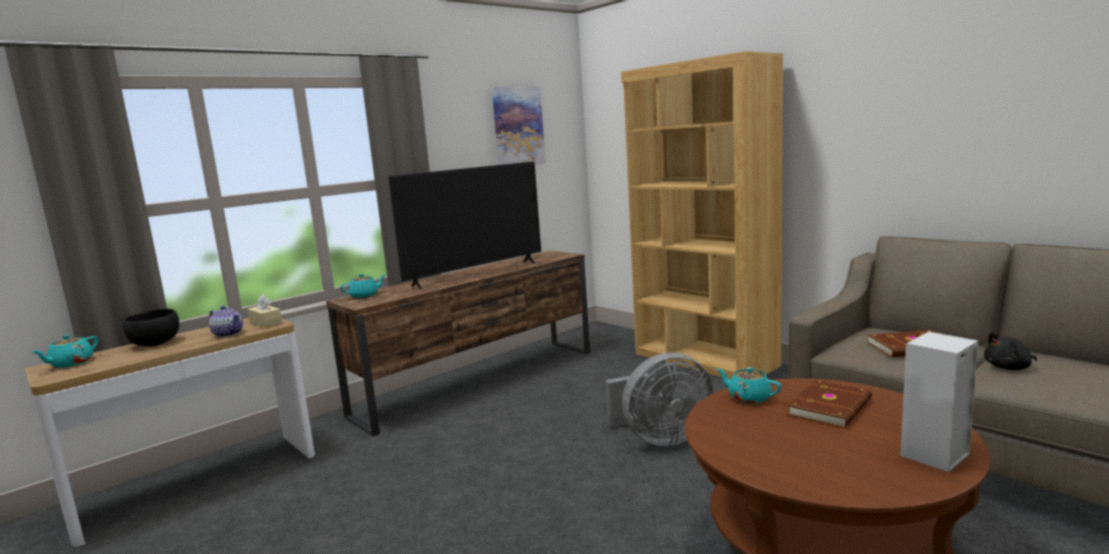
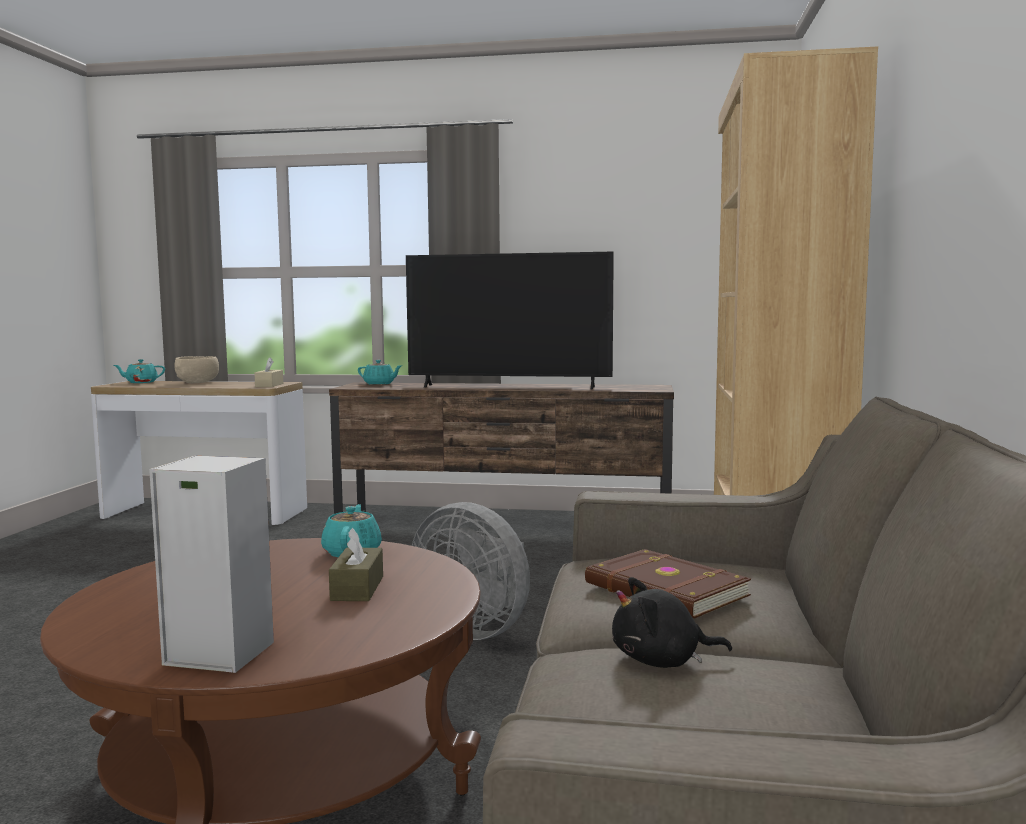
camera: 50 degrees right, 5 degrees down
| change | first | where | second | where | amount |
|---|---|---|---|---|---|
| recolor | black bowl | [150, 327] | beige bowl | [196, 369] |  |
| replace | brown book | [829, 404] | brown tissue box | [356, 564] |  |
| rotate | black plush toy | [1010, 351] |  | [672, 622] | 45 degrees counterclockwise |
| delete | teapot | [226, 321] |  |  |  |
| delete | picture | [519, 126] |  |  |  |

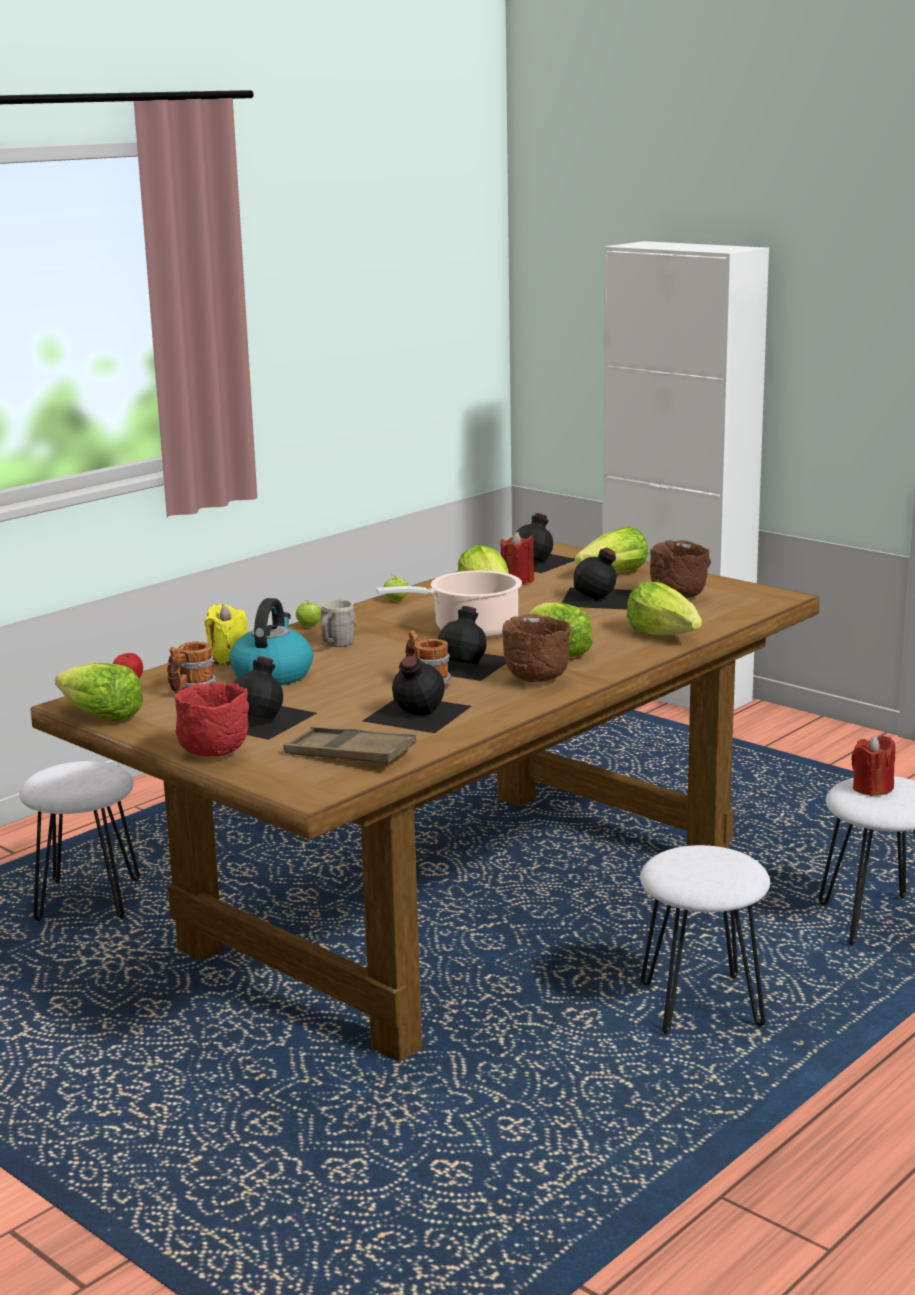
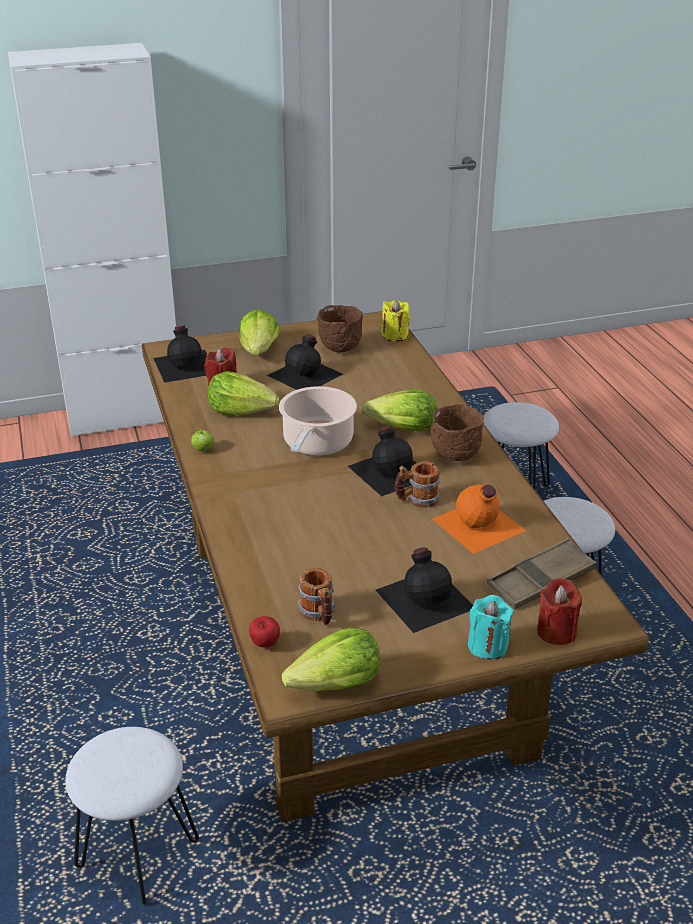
camera: 60 degrees left, 15 degrees up
| change | first | where | second | where | amount |
|---|---|---|---|---|---|
| move | yellow candle | [226, 634] |  | [396, 321] |  |
| recolor | black bottle | [417, 694] | orange bottle | [479, 518] |  |
| replace | red bowl | [211, 719] | turquoise candle | [490, 627] |  |
| move | red candle | [873, 765] |  | [559, 611] |  |
| delete | kettle | [271, 641] |  |  |  |
| delete | apple | [308, 613] |  |  |  |
| delete | grey mug | [338, 623] |  |  |  |
| delete | lettuce | [664, 609] |  |  |  |

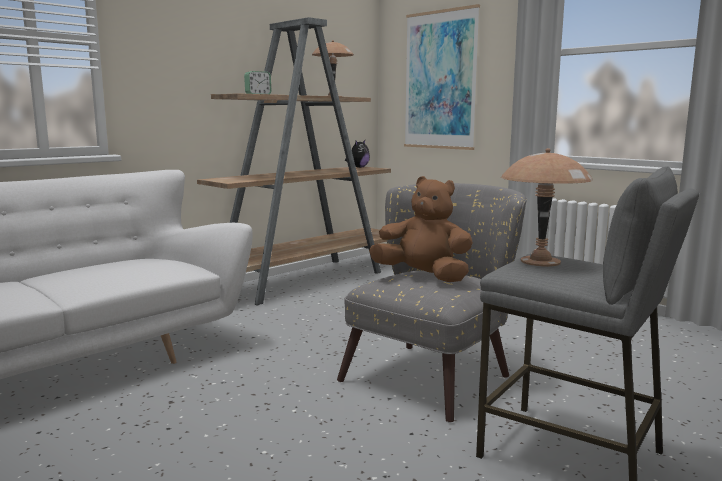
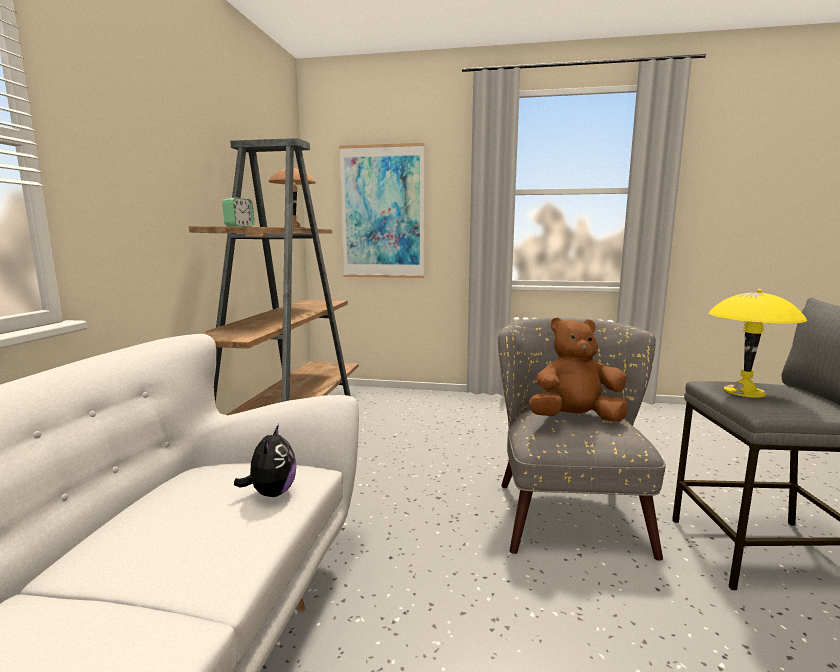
camera: 35 degrees left, 0 degrees up
| change | first | where | second | where | amount |
|---|---|---|---|---|---|
| move | plush toy | [357, 154] |  | [265, 460] |  |
| recolor | brown table lamp | [547, 207] | yellow table lamp | [758, 343] |  |

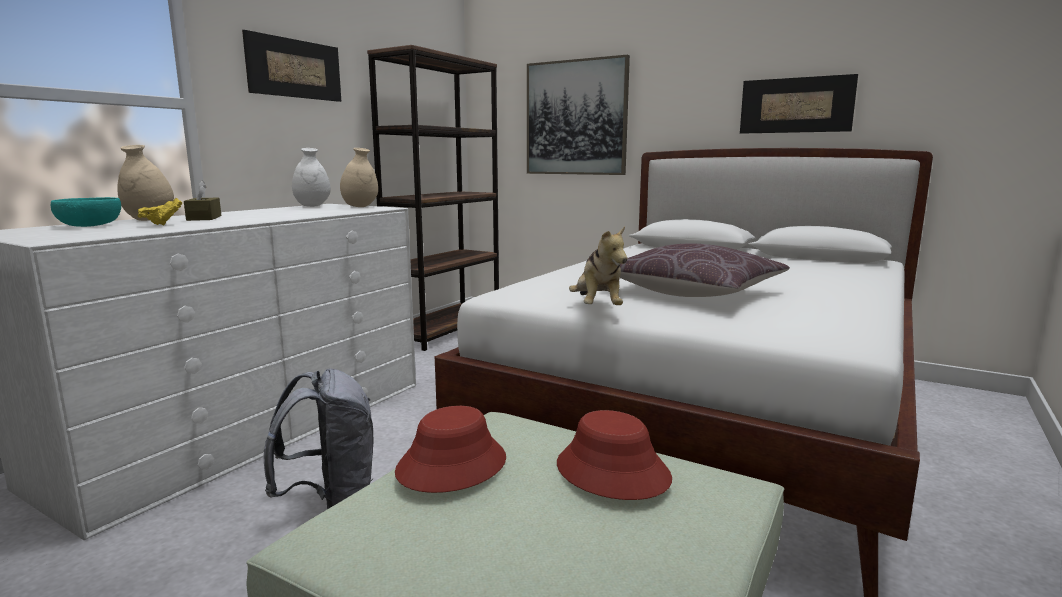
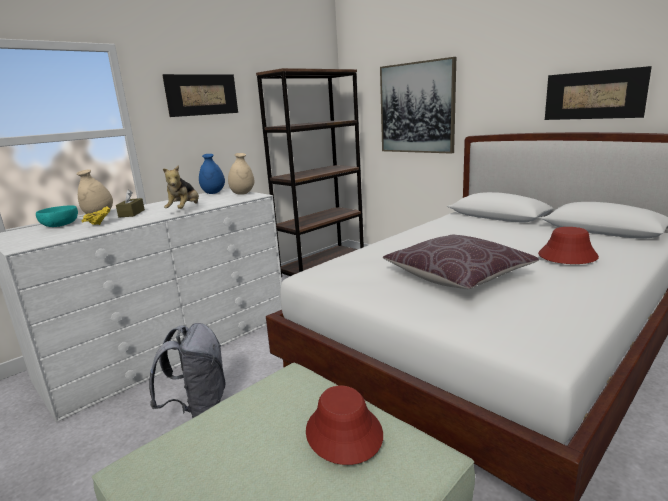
camera: 15 degrees right, 5 degrees up
| change | first | where | second | where | amount |
|---|---|---|---|---|---|
| move | plush toy | [598, 265] |  | [181, 187] |  |
| recolor | white vase | [311, 177] | blue vase | [212, 174] |  |
| move | red hat | [450, 449] |  | [568, 245] |  |

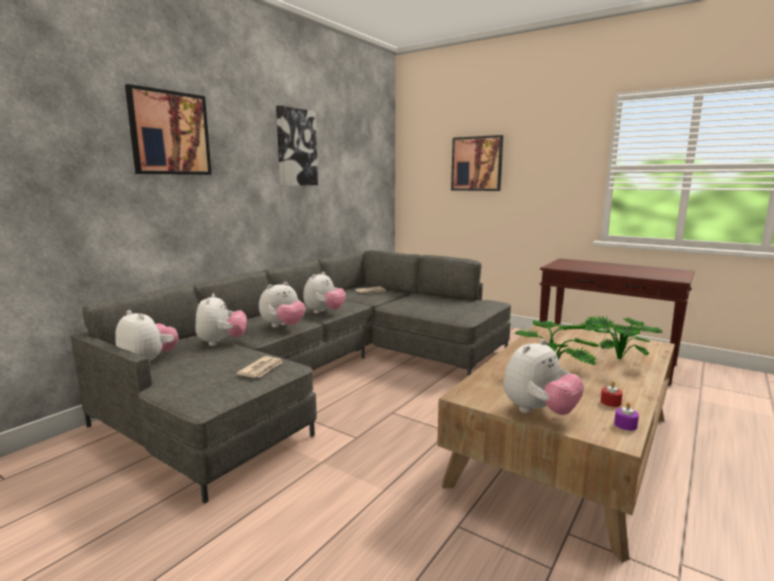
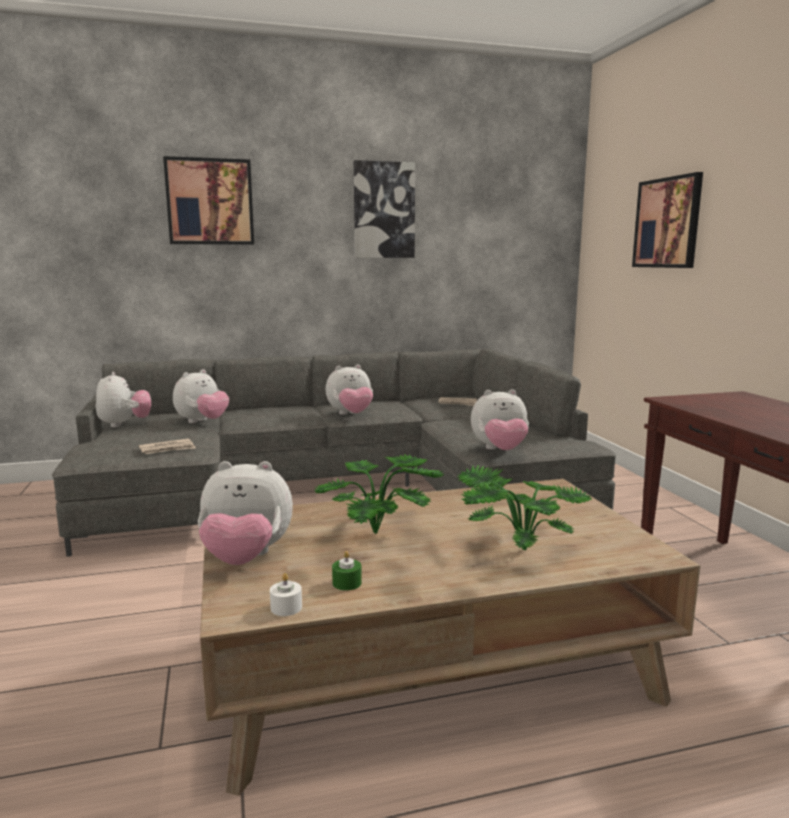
camera: 40 degrees right, 0 degrees up
| change | first | where | second | where | amount |
|---|---|---|---|---|---|
| recolor | purple candle | [626, 416] | white candle | [286, 594] |  |
| recolor | red candle | [612, 394] | green candle | [347, 571] |  |
| move | plush toy | [282, 304] |  | [500, 419] |  |

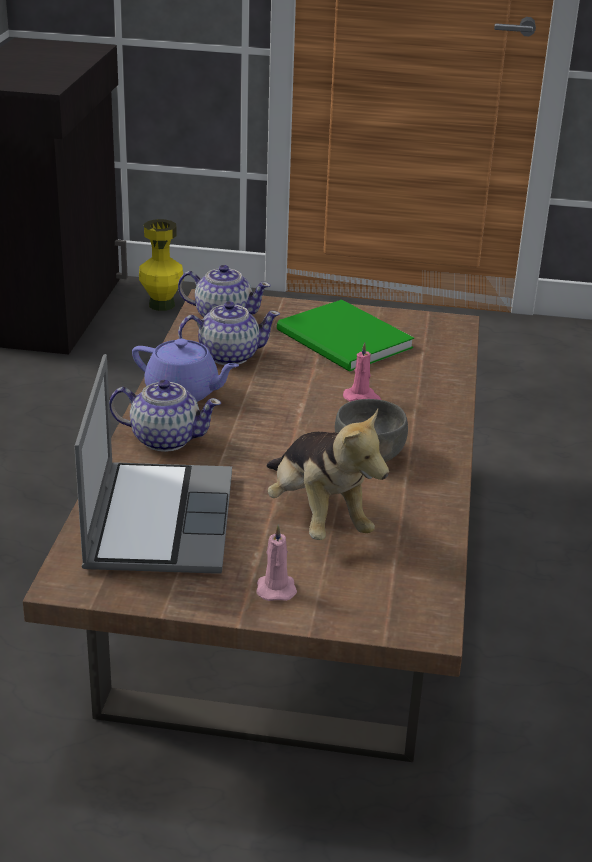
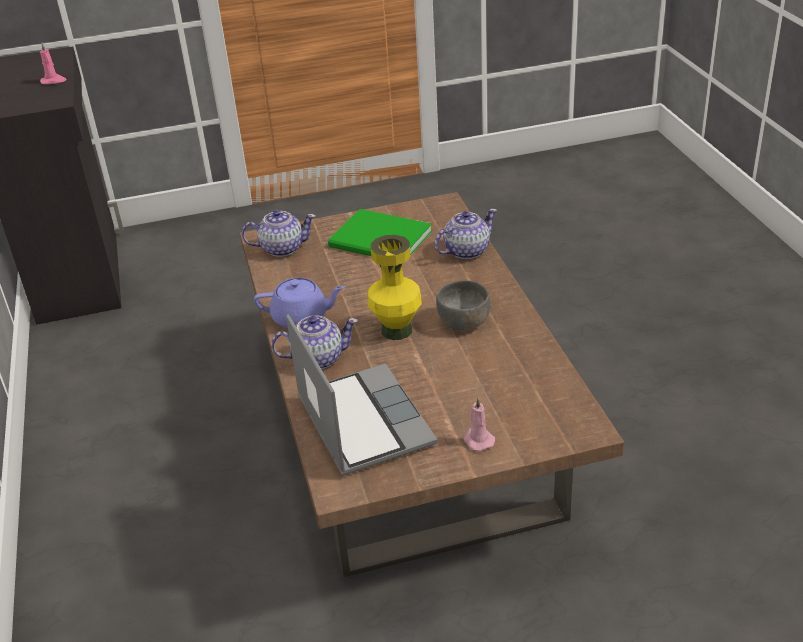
camera: 20 degrees left, 5 degrees up
| change | first | where | second | where | amount |
|---|---|---|---|---|---|
| move | pink candle | [362, 372] |  | [53, 64] |  |
| move | yellow vase | [161, 265] |  | [395, 287] |  |
| move | teapot | [229, 333] |  | [465, 233] |  |
| delete | plush toy | [328, 474] |  |  |  |

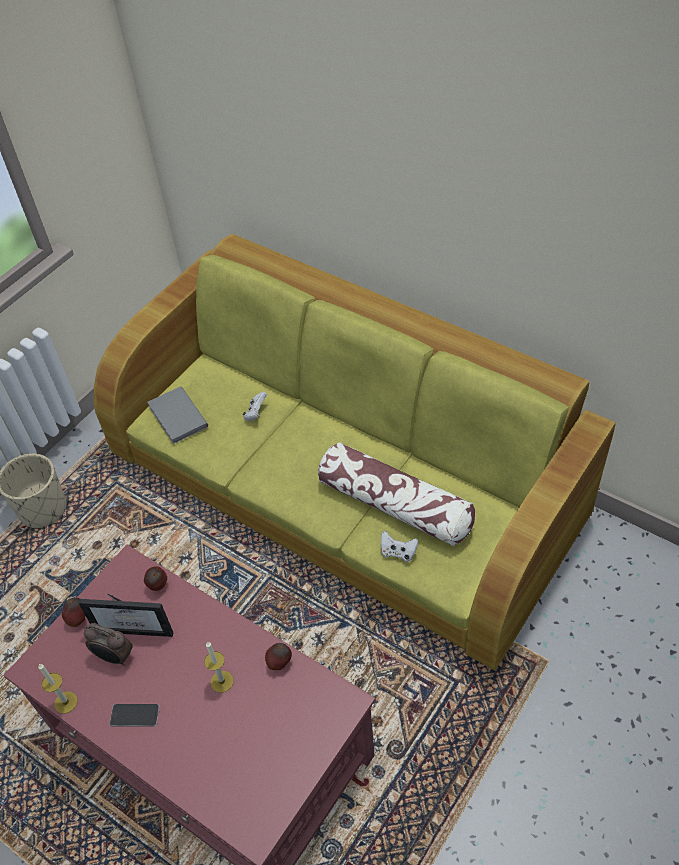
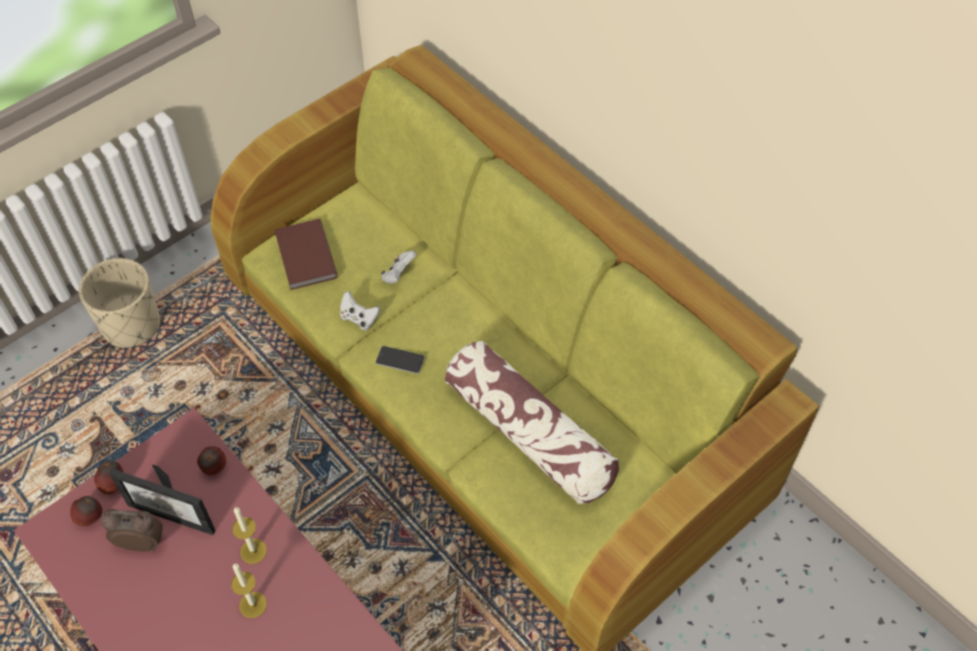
camera: 10 degrees right, 5 degrees up
| change | first | where | second | where | amount |
|---|---|---|---|---|---|
| move | apple | [278, 656] |  | [86, 511] |  |
| rotate | alarm clock | [108, 644] |  | [132, 530] | 150 degrees clockwise |
| move | candle | [58, 689] |  | [249, 535] |  |
| recolor | grey book | [177, 415] | brown book | [306, 254] |  |
| move | white game controller | [399, 546] |  | [360, 310] |  |
| move | phone | [134, 715] |  | [400, 360] |  |

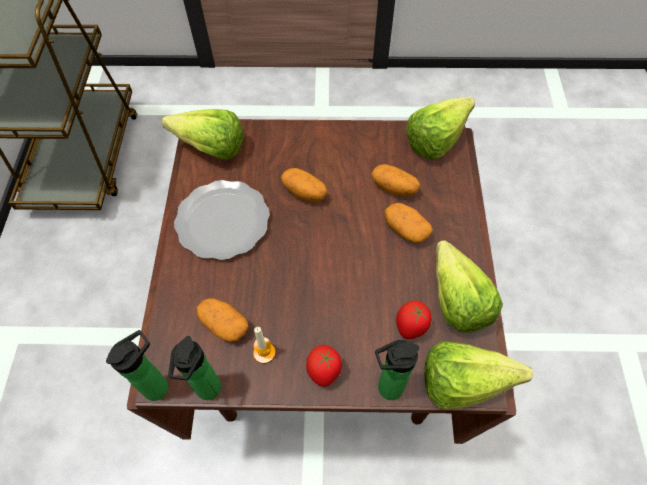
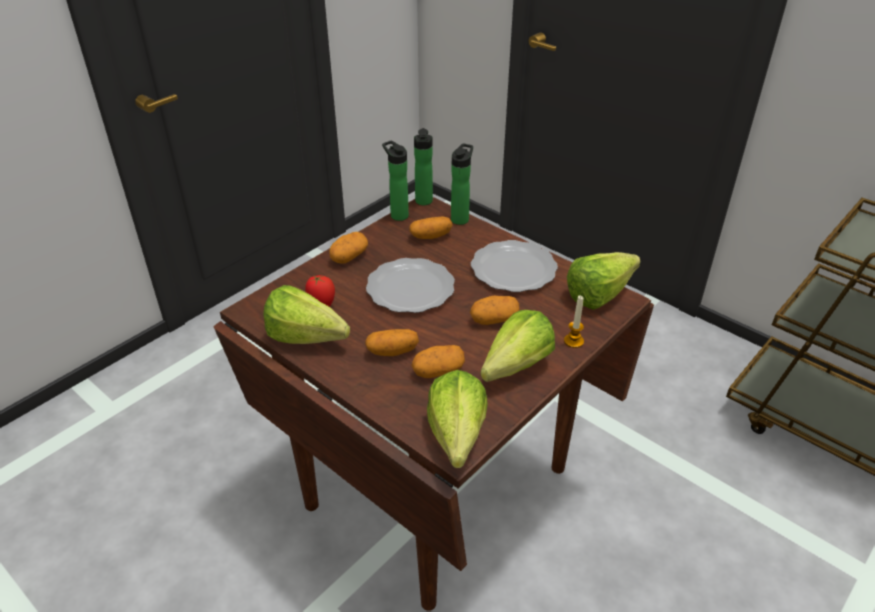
camera: 130 degrees right, 20 degrees down
| change | first | where | second | where | amount |
|---|---|---|---|---|---|
| replace | tomato | [324, 366] | potato | [348, 248] |  |
| insert |  |  | plate | [410, 285] |  |
| move | bottle | [397, 370] |  | [462, 184] |  |
| move | lettuce | [478, 375] |  | [517, 346] |  |
| move | candle | [264, 345] |  | [574, 321] |  |

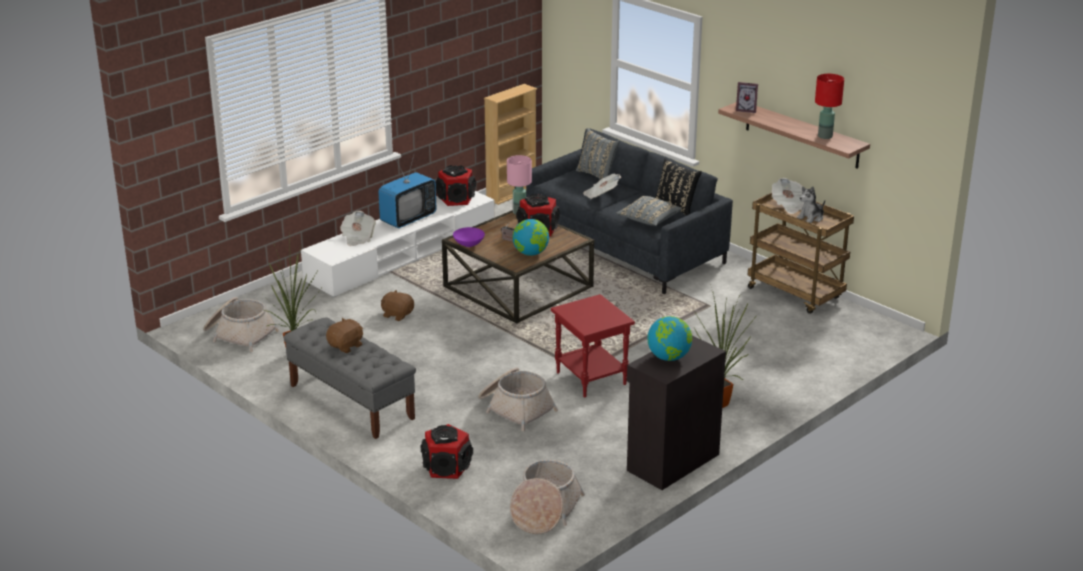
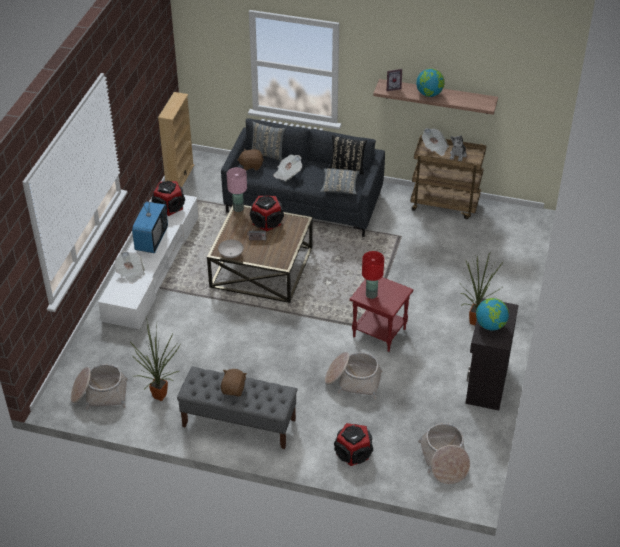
camera: 30 degrees left, 15 degrees up
| change | first | where | second | where | amount |
|---|---|---|---|---|---|
| recolor | purple bowl | [469, 237] | white bowl | [230, 249] |  |
| move | brown plush toy | [397, 305] |  | [251, 159] |  |
| move | red table lamp | [829, 106] |  | [373, 275] |  |
| move | globe | [531, 237] |  | [430, 83] |  |

